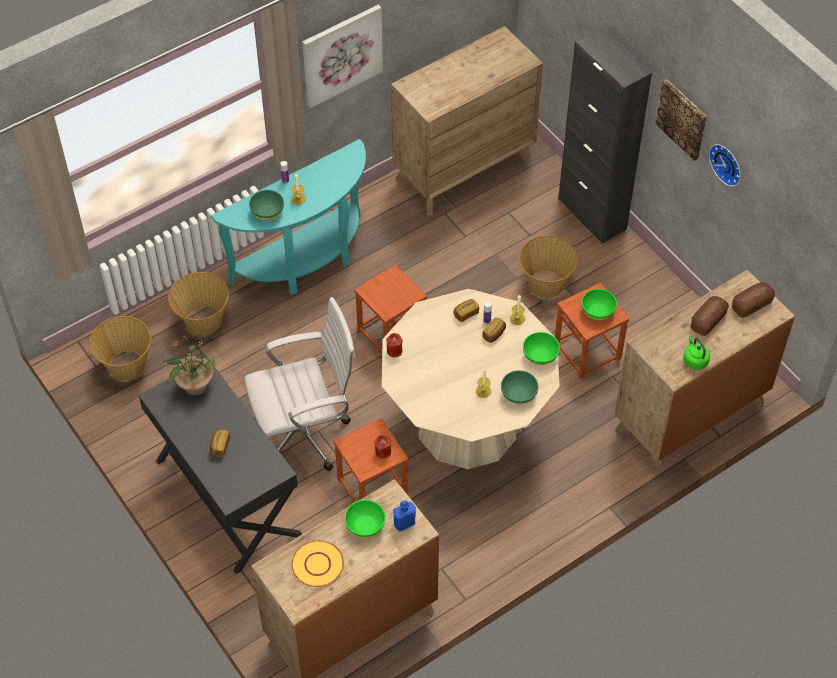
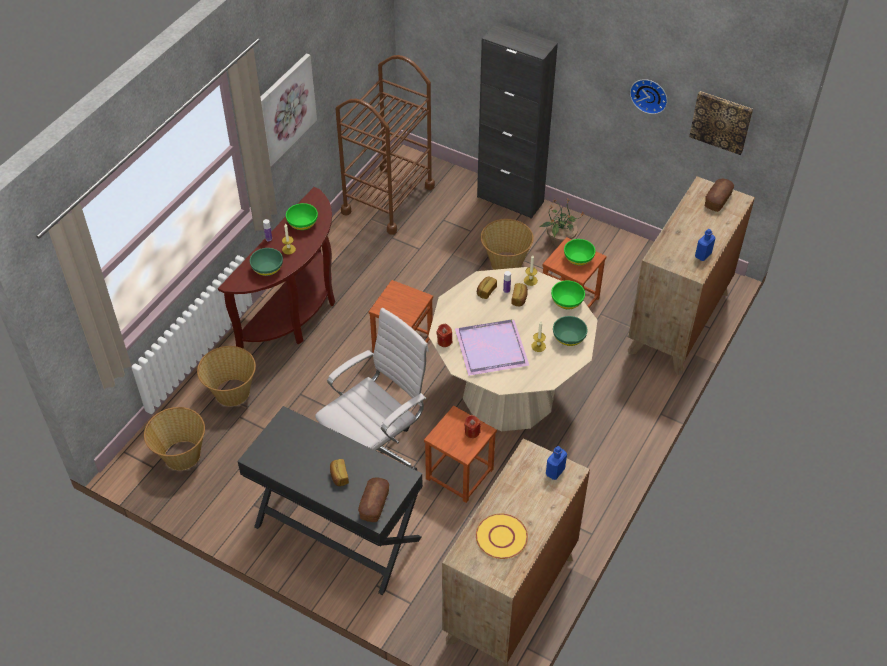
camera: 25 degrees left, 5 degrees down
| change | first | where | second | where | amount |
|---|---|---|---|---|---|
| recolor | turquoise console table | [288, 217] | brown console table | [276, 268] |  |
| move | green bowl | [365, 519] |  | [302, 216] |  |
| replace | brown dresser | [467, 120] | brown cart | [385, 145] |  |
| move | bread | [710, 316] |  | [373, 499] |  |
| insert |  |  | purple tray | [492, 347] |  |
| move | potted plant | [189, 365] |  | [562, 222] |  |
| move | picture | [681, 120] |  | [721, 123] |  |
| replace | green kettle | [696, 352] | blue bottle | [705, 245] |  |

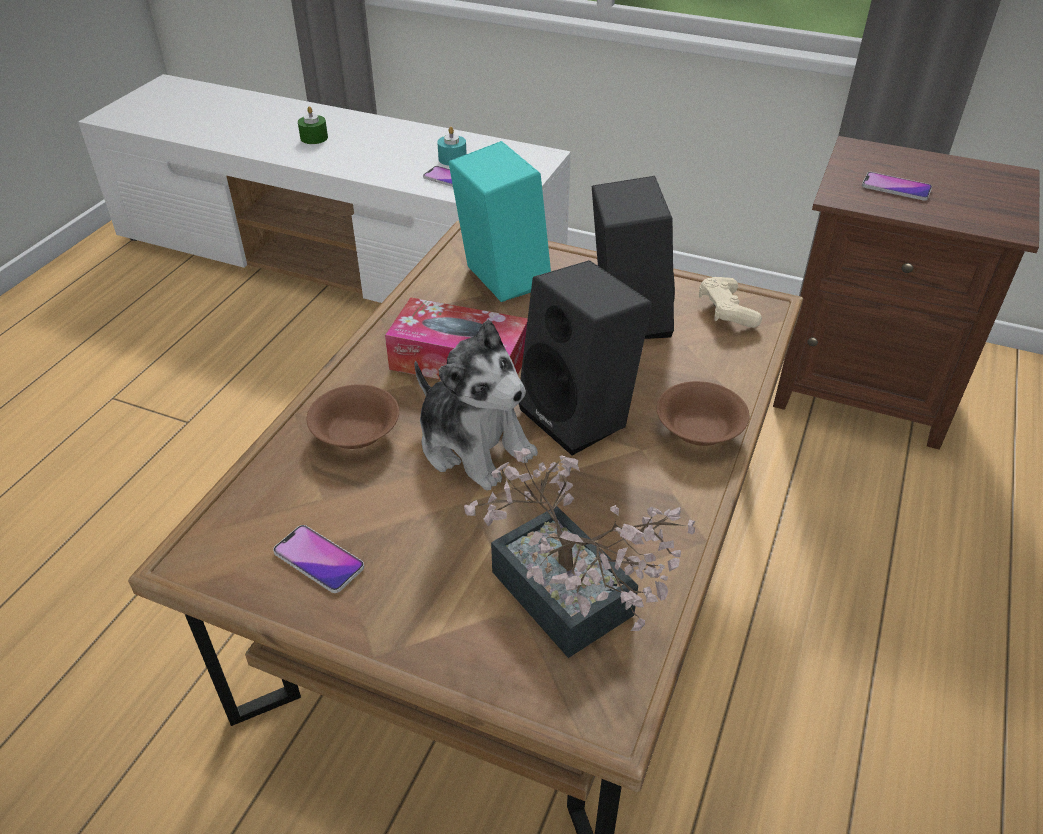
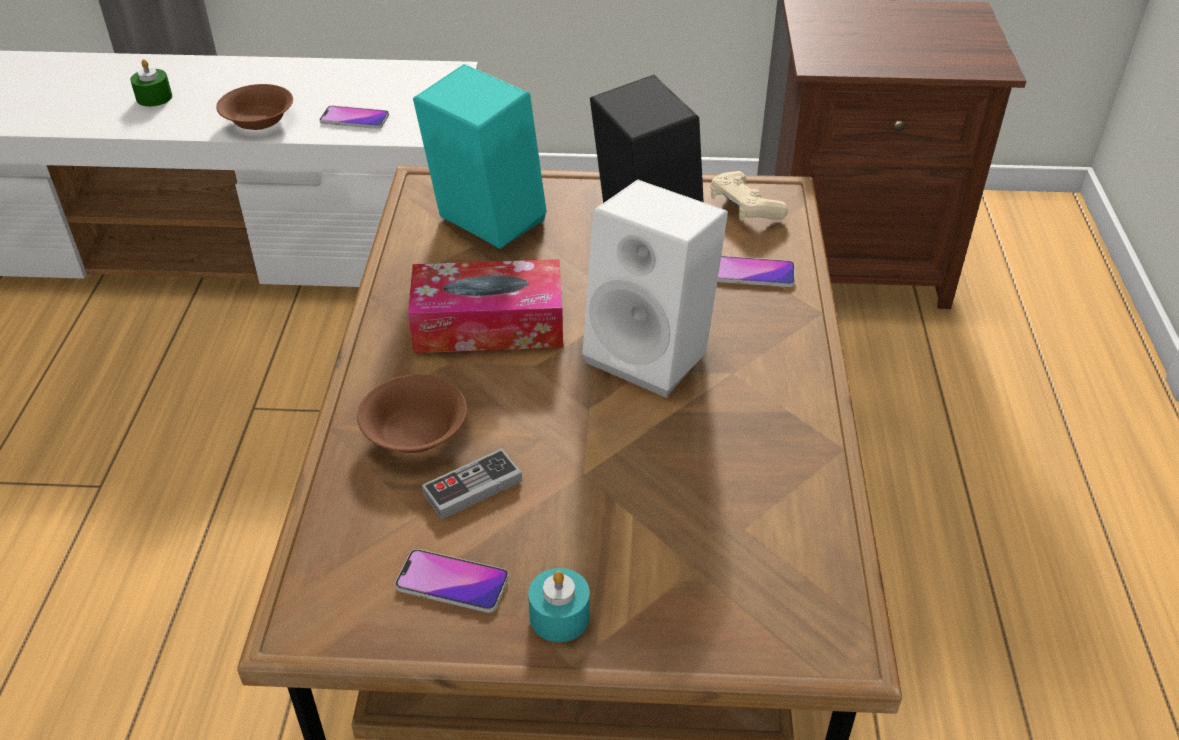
camera: 20 degrees left, 0 degrees up
| change | first | where | second | where | amount |
|---|---|---|---|---|---|
| move | brown bowl | [703, 413] |  | [254, 107] |  |
| insert |  |  | game controller | [472, 484] |  |
| move | turquoise candle | [452, 146] |  | [559, 605] |  |
| recolor | black speaker | [585, 358] | white speaker | [655, 288] |  |
| move | phone | [897, 186] |  | [756, 271] |  |
| delete | plush toy | [476, 405] |  |  |  |
| delete | potted plant | [579, 553] |  |  |  |

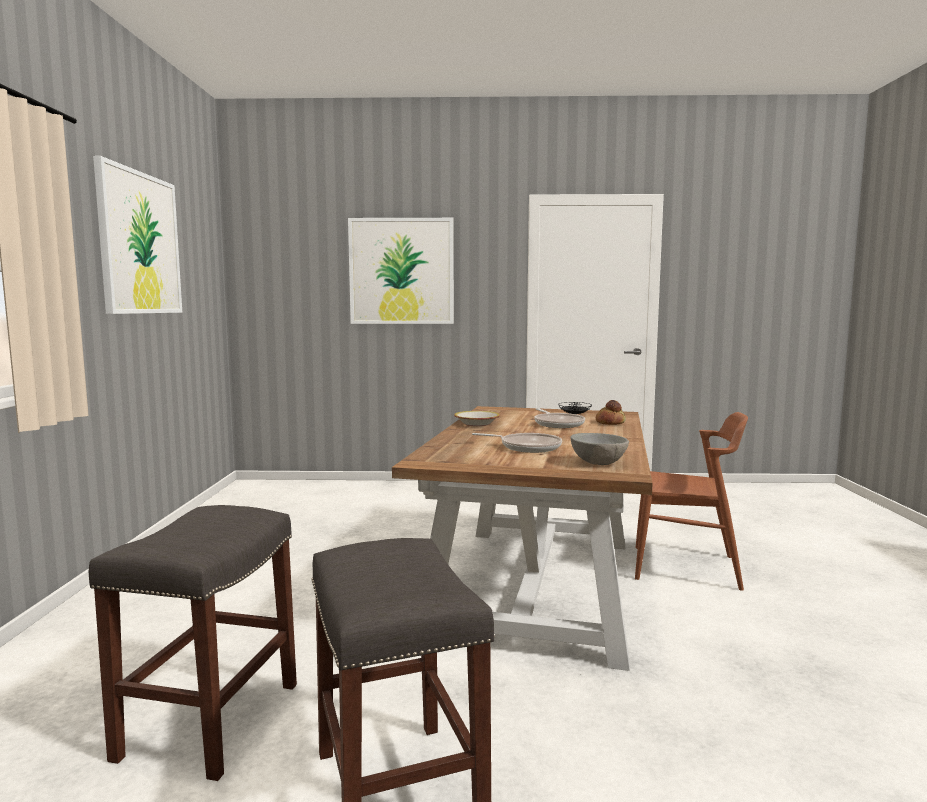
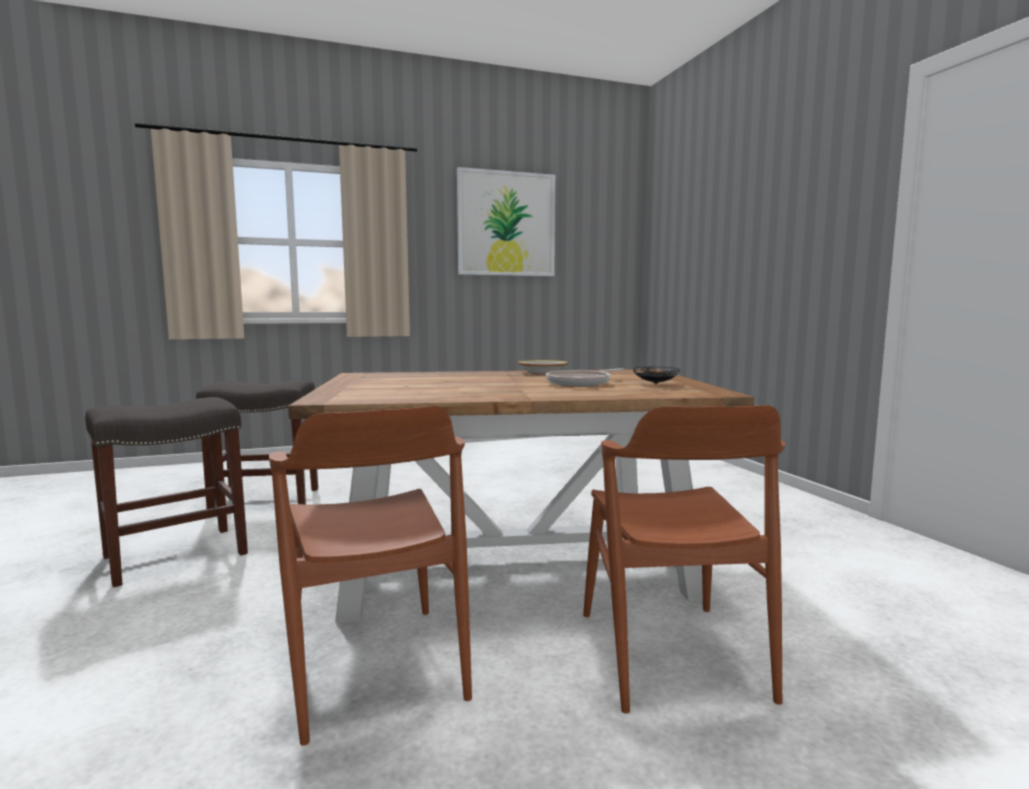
camera: 70 degrees right, 0 degrees up
| change | first | where | second | where | amount |
|---|---|---|---|---|---|
| insert |  |  | brown chair | [370, 576] |  |
| delete | picture | [401, 271] |  |  |  |
| delete | frying pan | [517, 443] |  |  |  |
| delete | grey bowl | [599, 449] |  |  |  |
| delete | bread | [611, 412] |  |  |  |

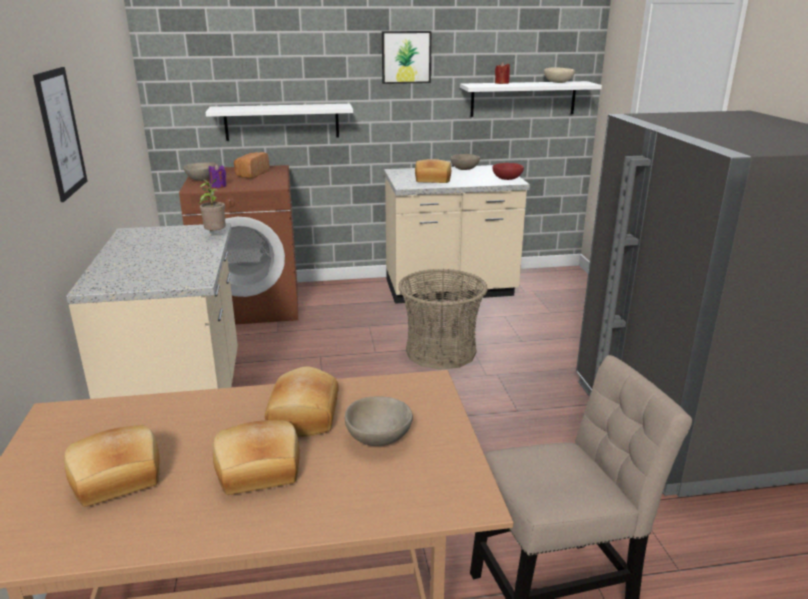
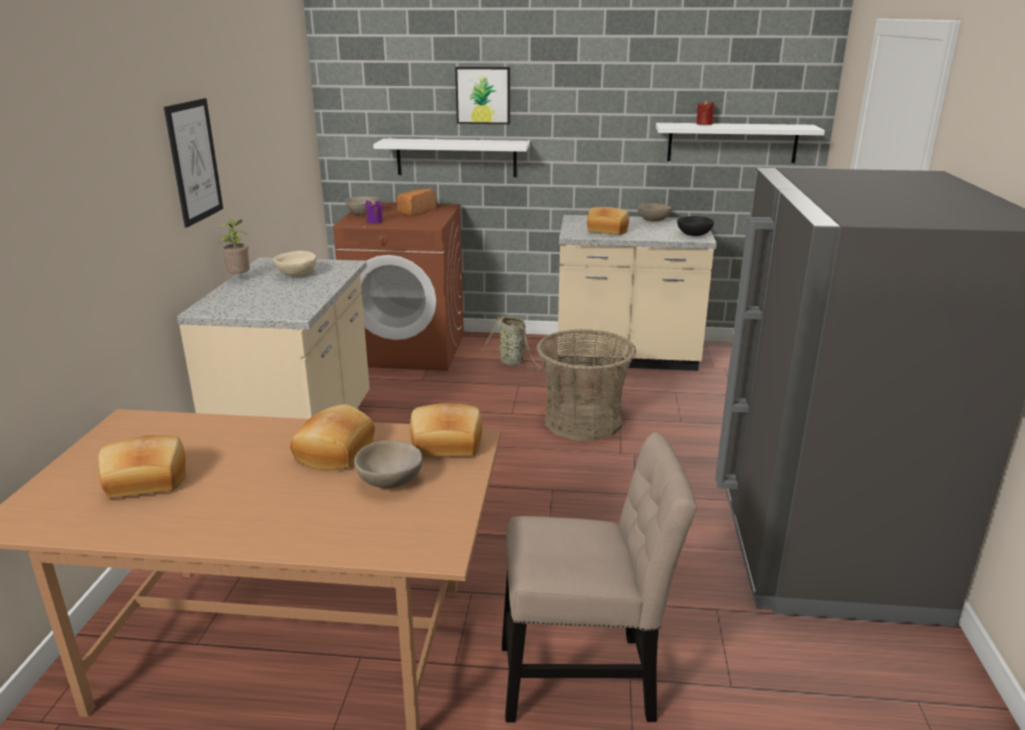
camera: 15 degrees right, 0 degrees up
| change | first | where | second | where | amount |
|---|---|---|---|---|---|
| move | potted plant | [212, 205] |  | [234, 246] |  |
| move | beige bowl | [559, 75] |  | [295, 263] |  |
| move | bread | [256, 457] |  | [446, 430] |  |
| move | picture | [406, 57] |  | [482, 95] |  |
| insert |  |  | basket | [512, 343] |  |
| recolor | red bowl | [508, 171] | black bowl | [695, 226] |  |

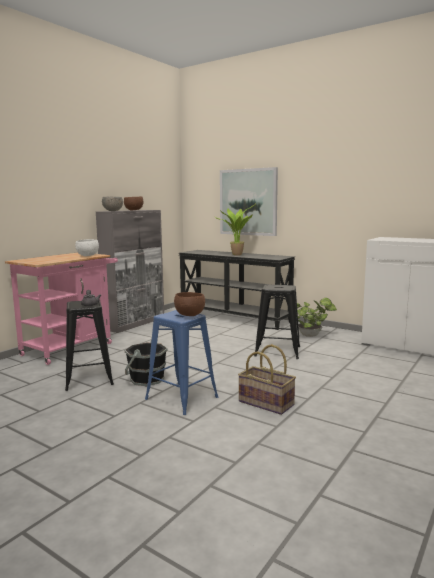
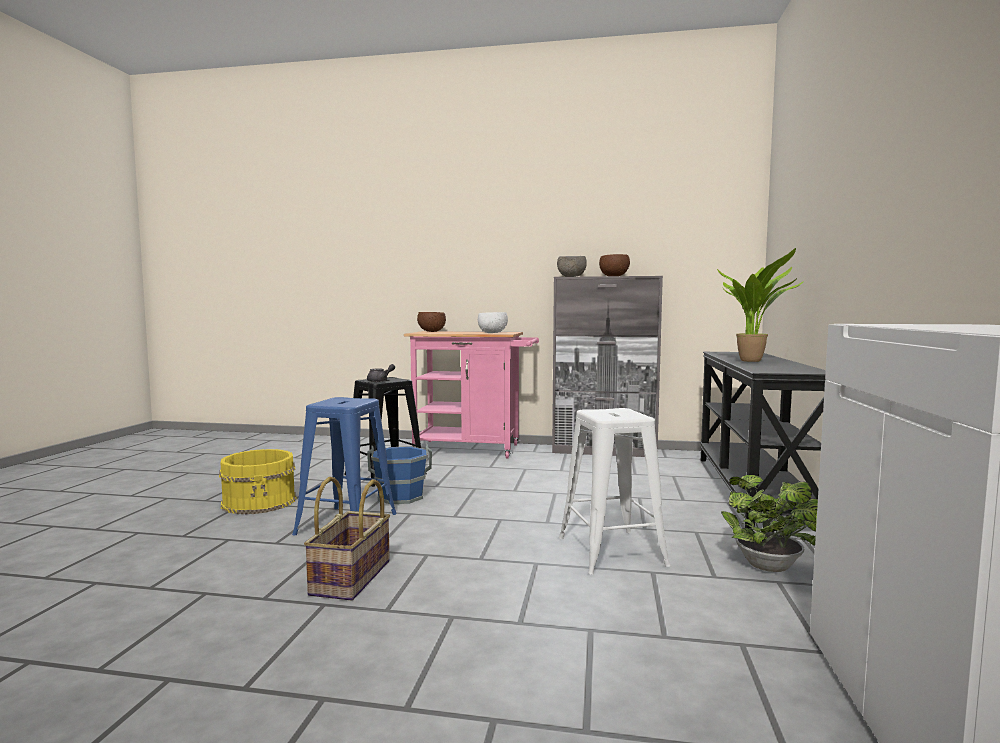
camera: 65 degrees right, 5 degrees down
| change | first | where | second | where | amount |
|---|---|---|---|---|---|
| insert |  |  | yellow bucket | [258, 481] |  |
| recolor | black bucket | [146, 362] | blue bucket | [399, 474] |  |
| move | brown bowl | [189, 304] |  | [431, 322] |  |
| recolor | black stool | [277, 321] | white stool | [614, 491] |  |
| delete | picture | [249, 201] |  |  |  |

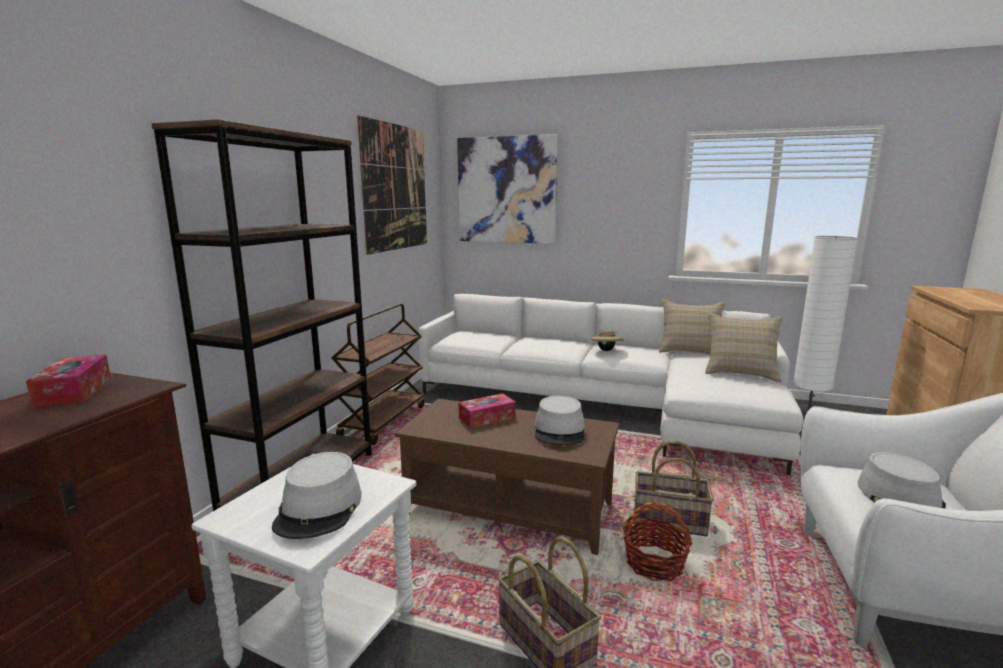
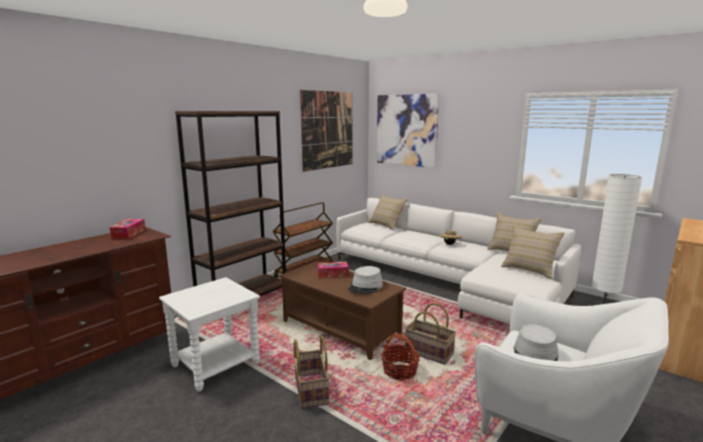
camera: 20 degrees right, 0 degrees up
| change | first | where | second | where | amount |
|---|---|---|---|---|---|
| insert |  |  | beige pillow | [388, 212] |  |
| delete | grey hat | [317, 495] |  |  |  |

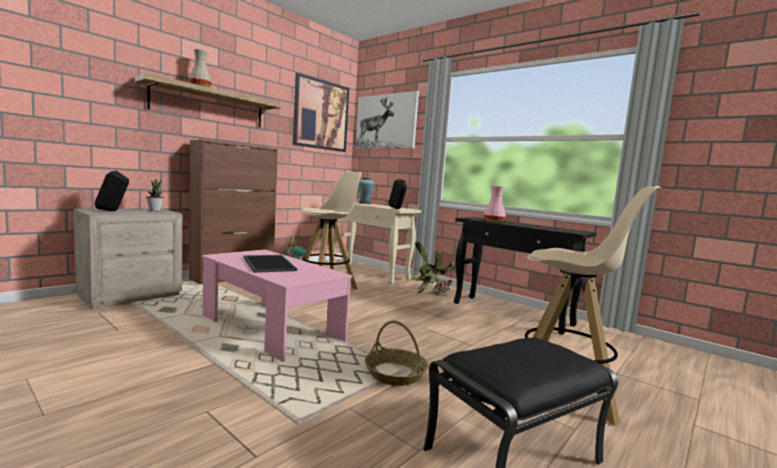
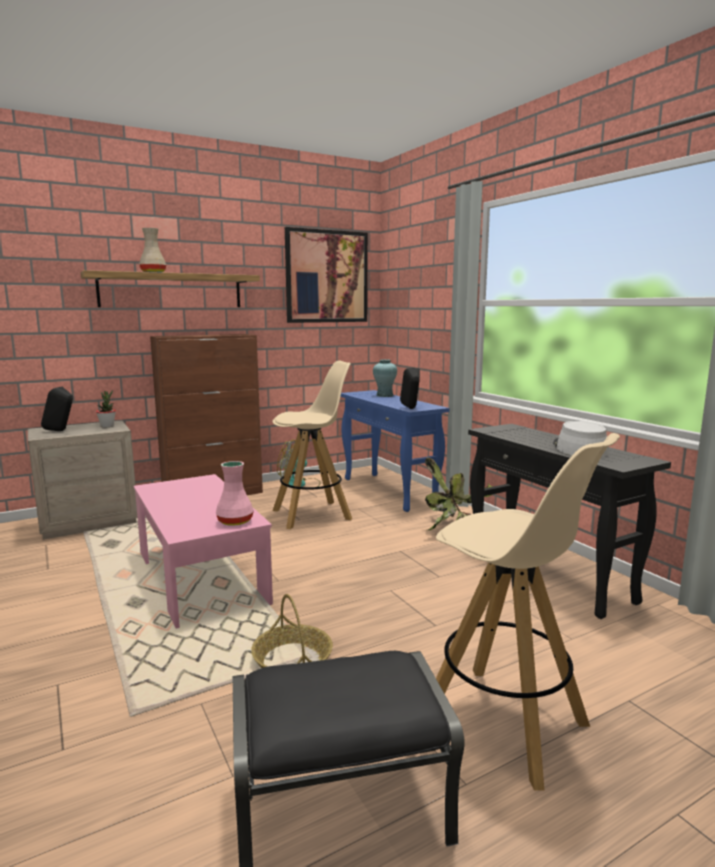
camera: 20 degrees right, 5 degrees up
| change | first | where | second | where | amount |
|---|---|---|---|---|---|
| move | pink vase | [495, 204] |  | [235, 493] |  |
| recolor | beige console table | [377, 243] | blue console table | [394, 451] |  |
| insert |  |  | grey hat | [581, 439] |  |
| delete | tray | [270, 264] |  |  |  |
| delete | picture | [387, 120] |  |  |  |

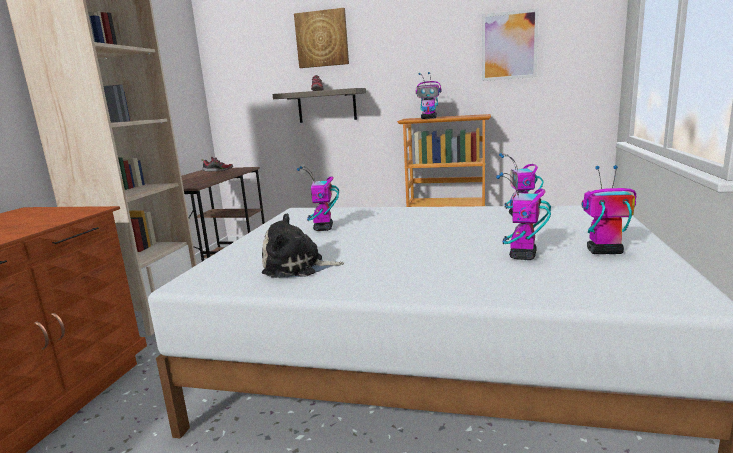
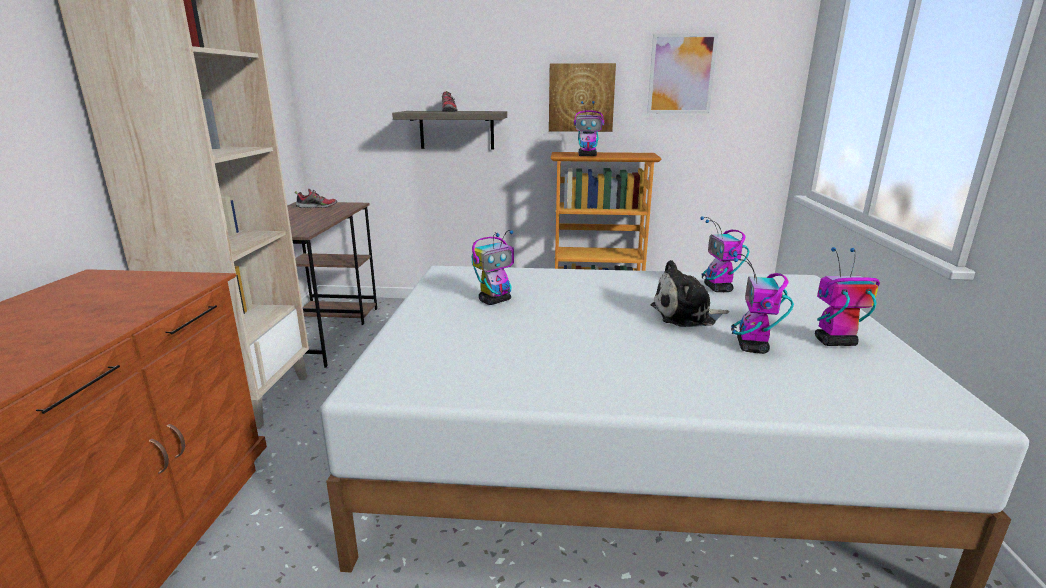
camera: 10 degrees left, 5 degrees up
| change | first | where | second | where | amount |
|---|---|---|---|---|---|
| rotate | toy robot | [318, 198] |  | [493, 267] | 120 degrees counterclockwise |
| move | picture | [321, 38] |  | [582, 97] |  |
| move | plush toy | [303, 245] |  | [690, 293] |  |

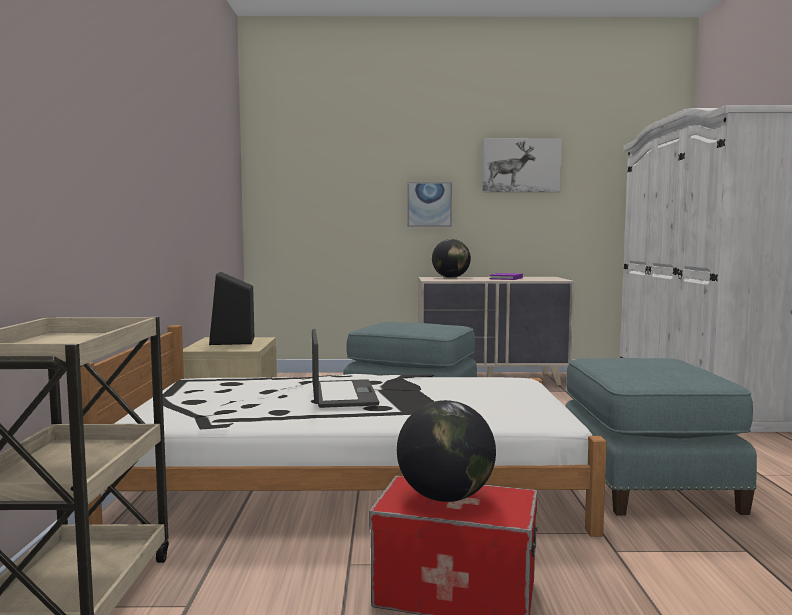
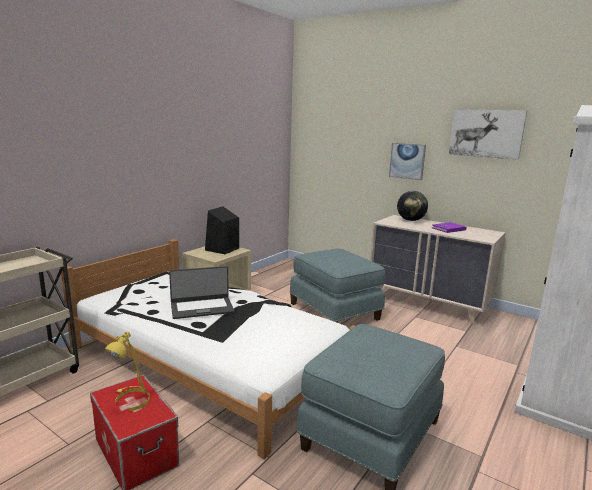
camera: 35 degrees right, 10 degrees up
| change | first | where | second | where | amount |
|---|---|---|---|---|---|
| replace | globe | [446, 451] | yellow table lamp | [127, 371] |  |
| rotate | laptop | [345, 368] |  | [201, 292] | 45 degrees clockwise |

